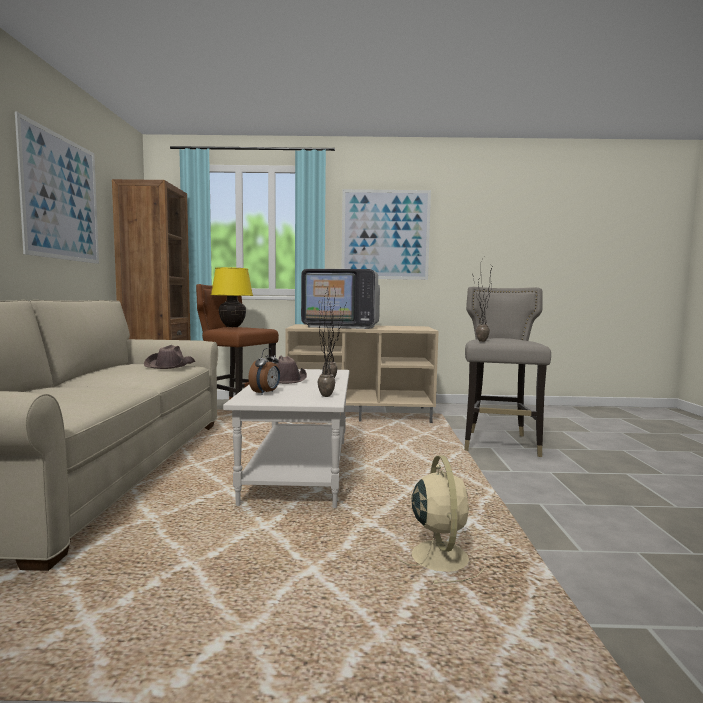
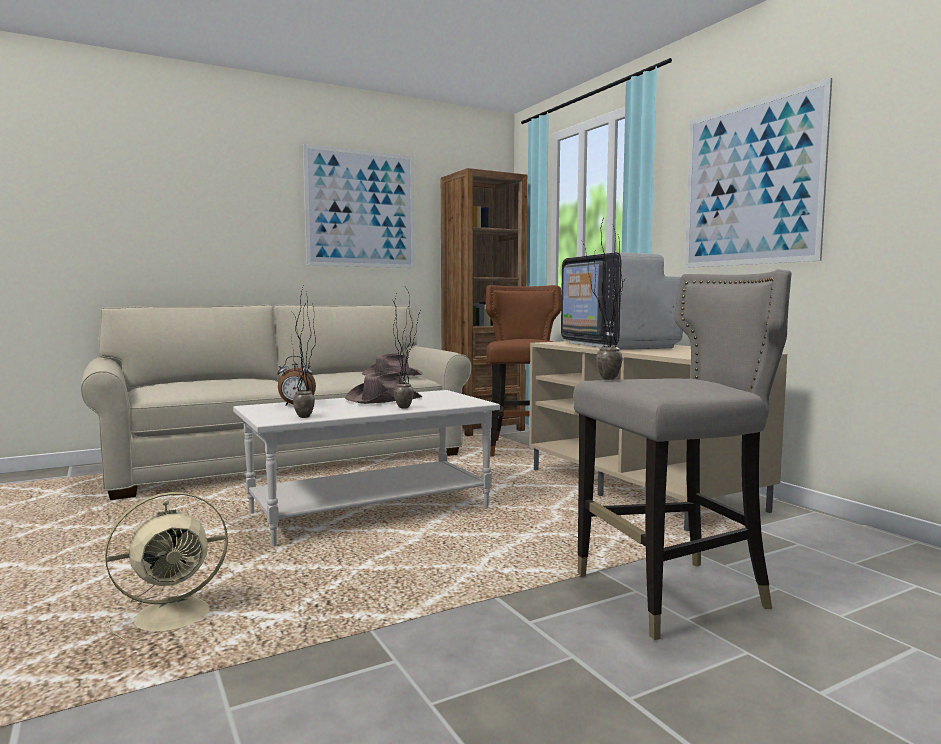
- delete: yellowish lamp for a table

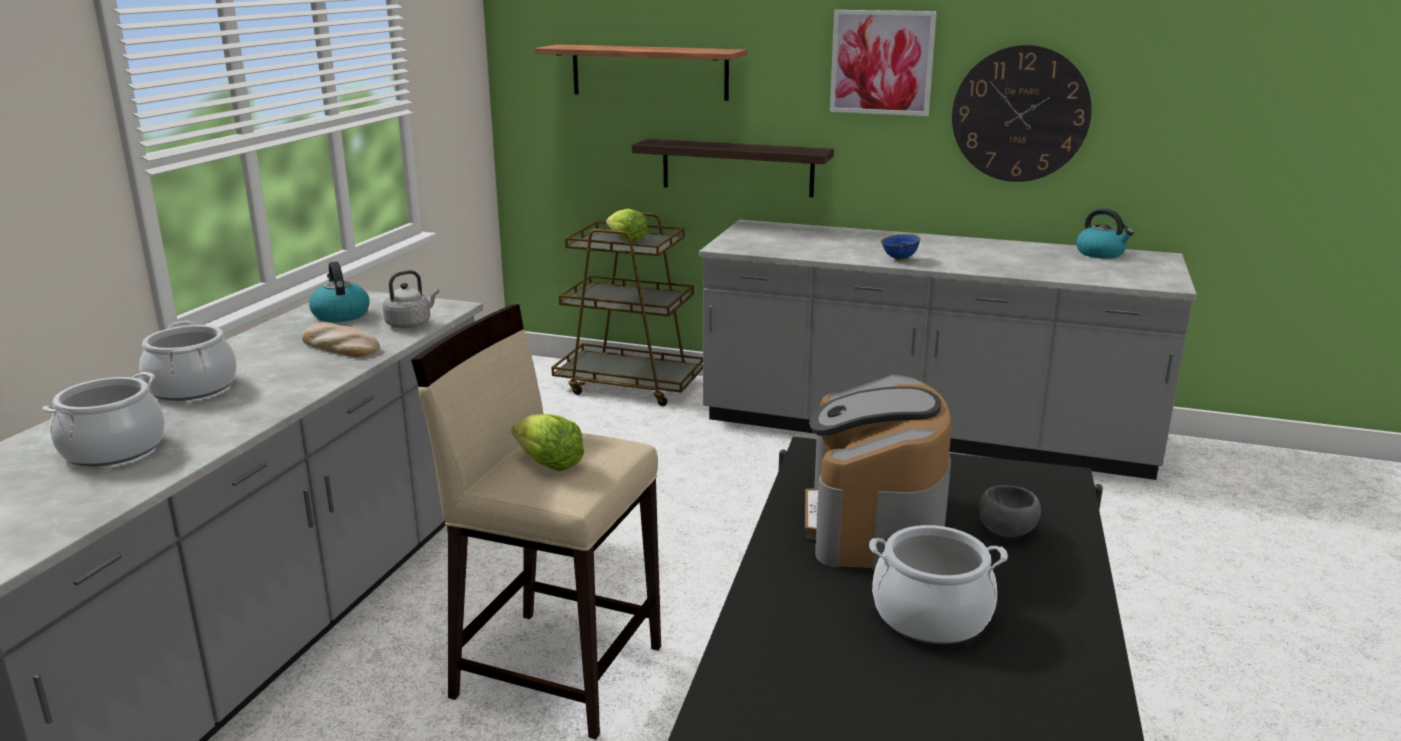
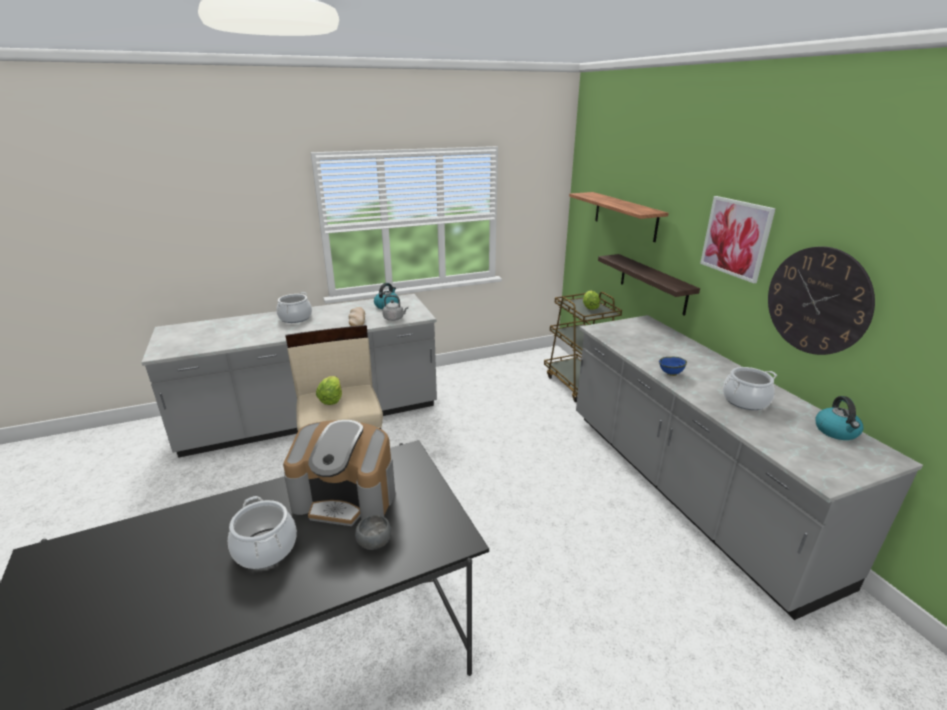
- move: saucepot (1st from left in the first image) to saucepot (3rd from left)
- rotate: coffee maker 135 degrees counterclockwise

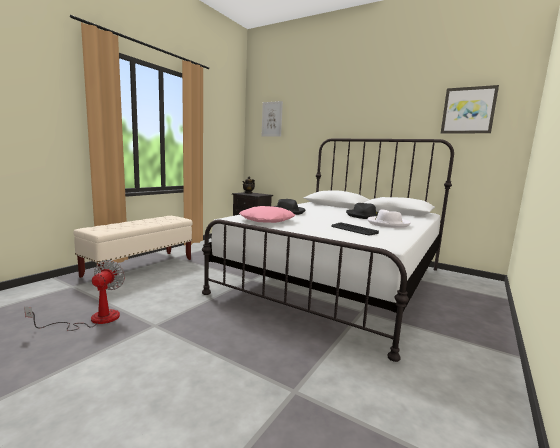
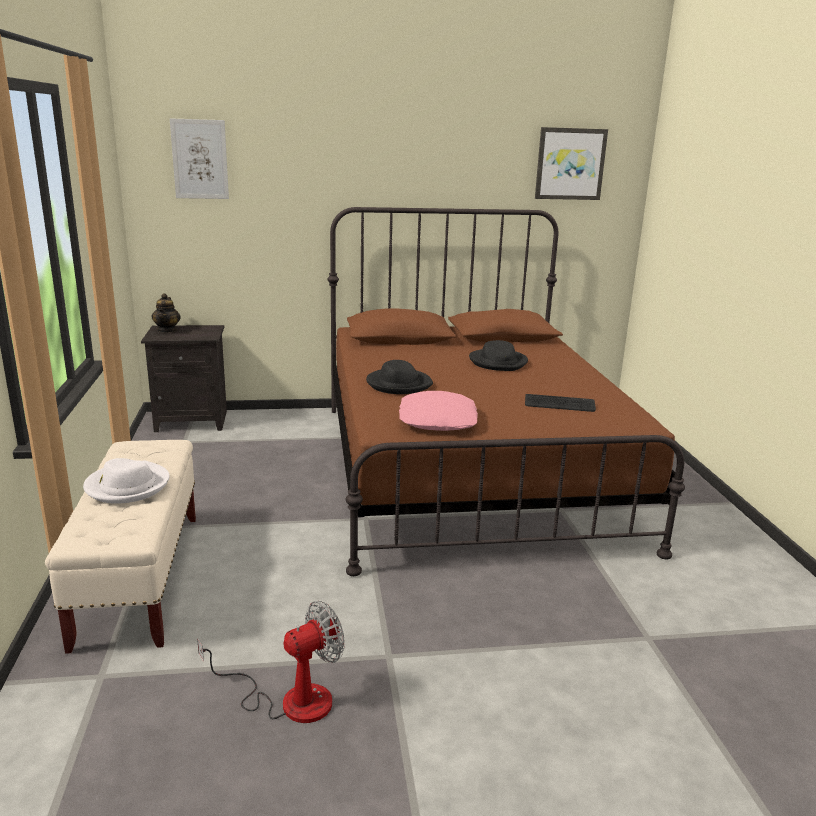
- move: white-coloured wearable hat
- recolor: white-coloured sleeping bed to brown sleeping bed
- rotate: cooling fan 90 degrees clockwise

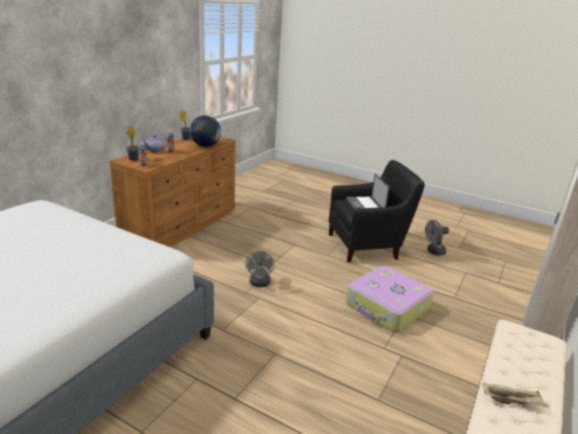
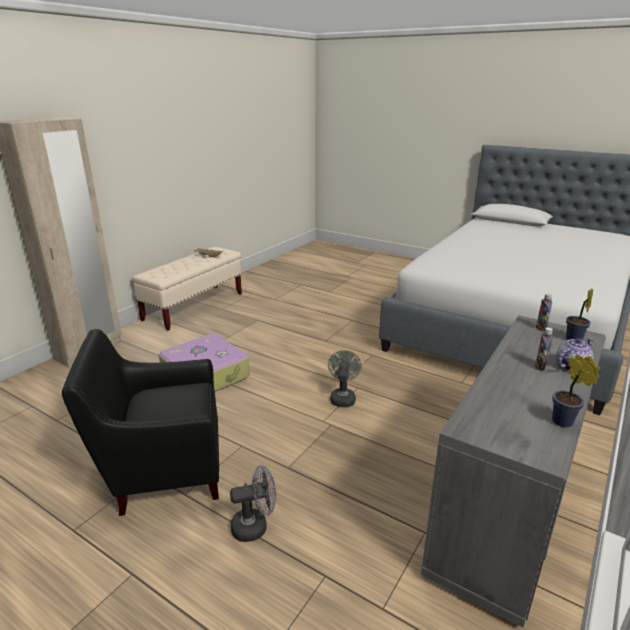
- delete: globe
- delete: notebook computer
- move: greyish cooling fan (2nd from left in the first image) to greyish cooling fan (1st from left)
- recolor: brown dresser to greyish dresser

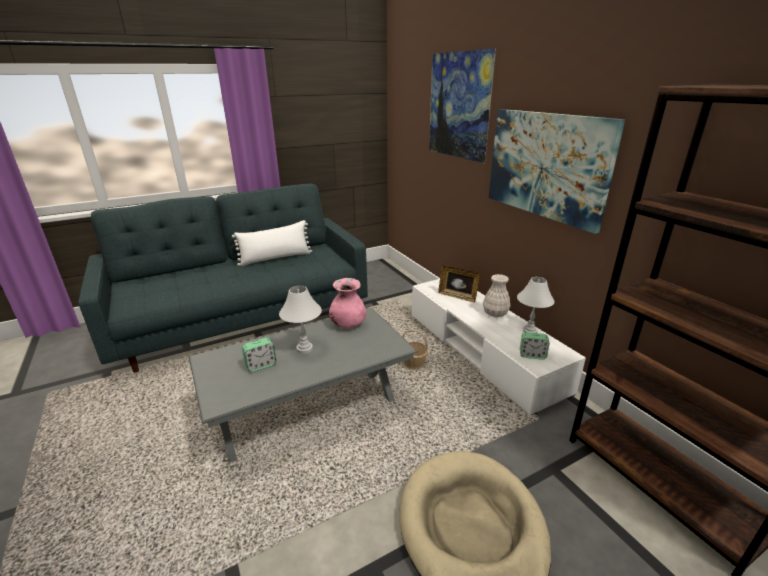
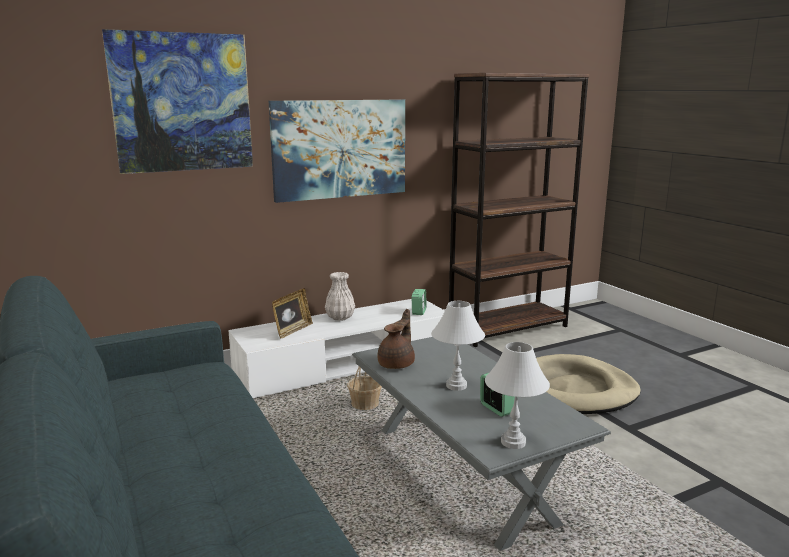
- delete: white-coloured pillow
- move: white-coloured lamp for a table (2nd from left)
- replace: pink-coloured decorative vase to brown tea pot

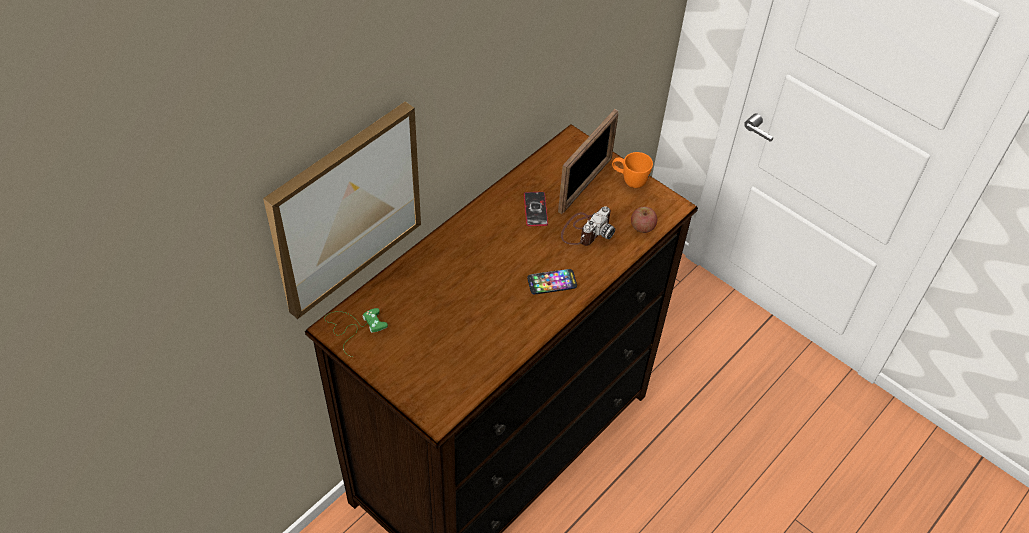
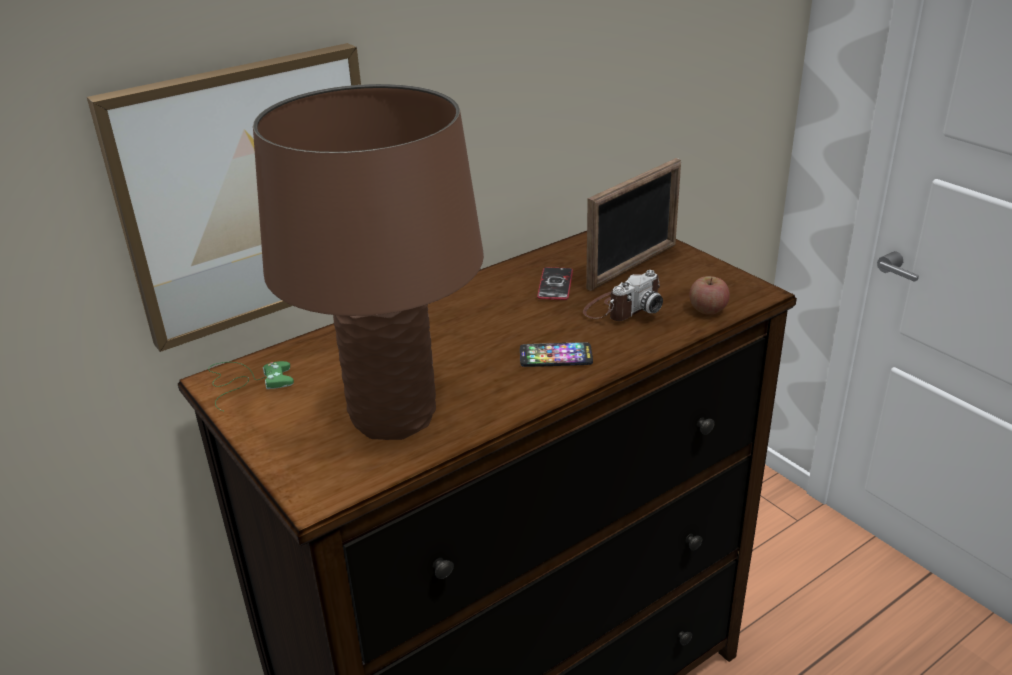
- delete: orange-coloured tea mug
- insert: brown lamp for a table

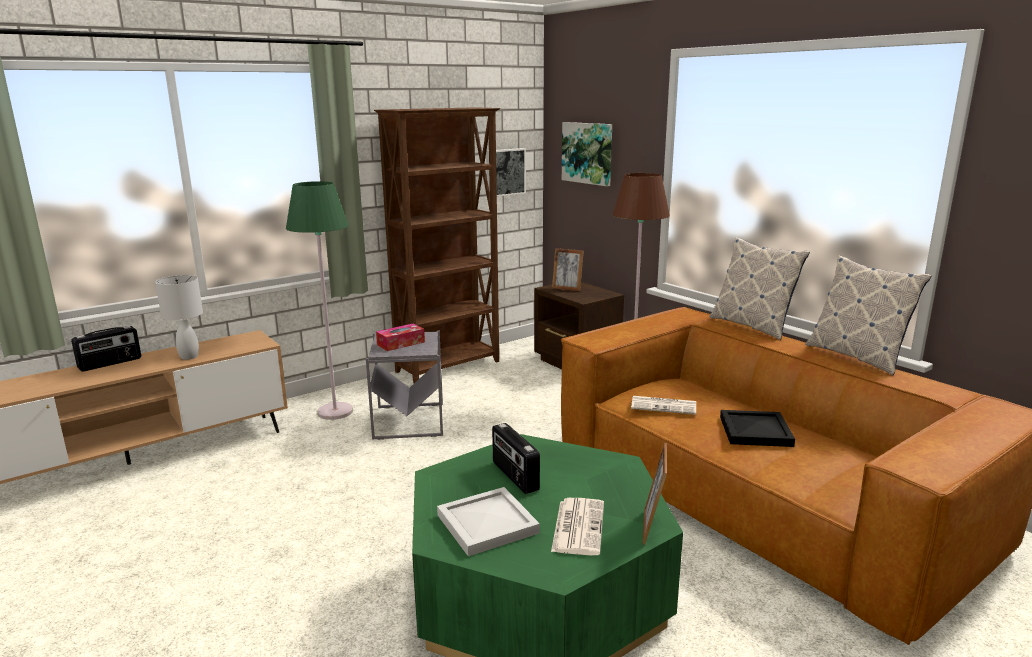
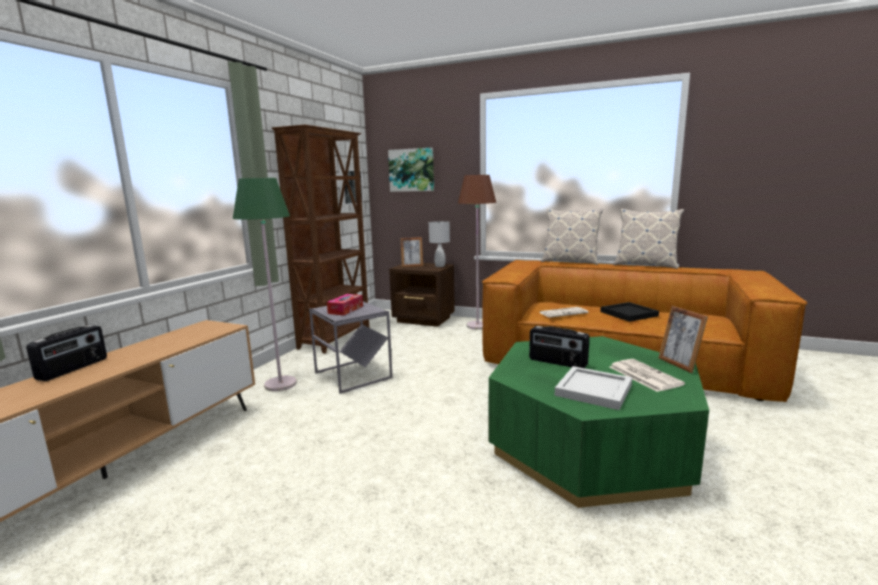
- move: white-coloured lamp for a table

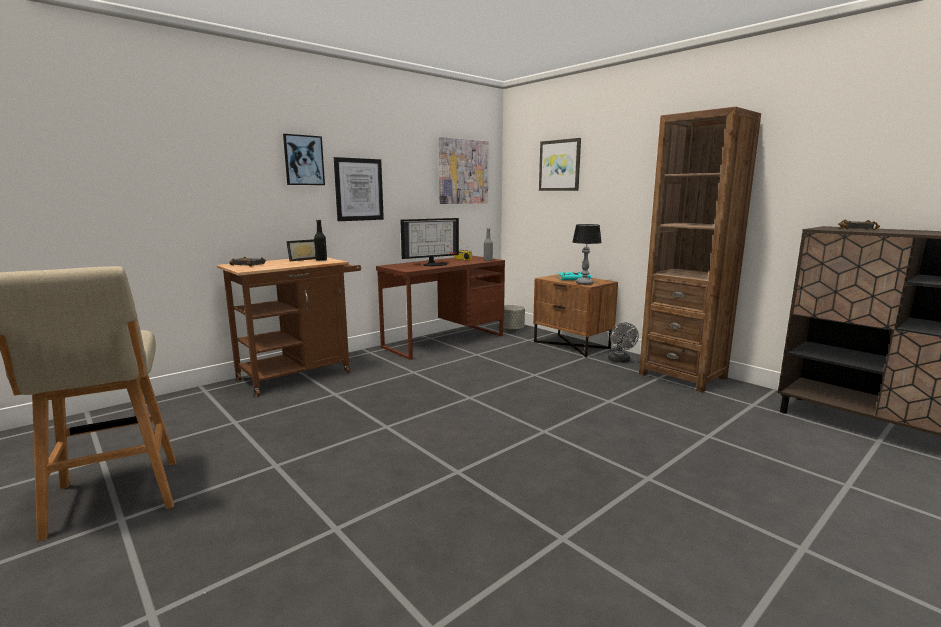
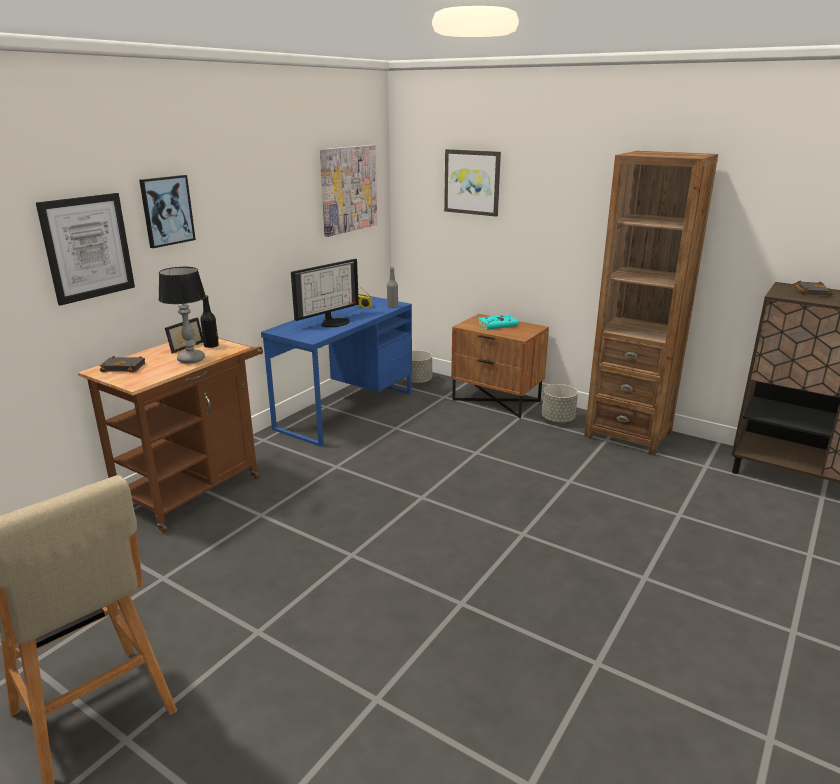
- move: wall picture (2nd from left in the first image) to wall picture (1st from left)
- move: lamp for a table
- replace: greyish cooling fan to greyish planter (2nd from left)
- recolor: brown desk to bluish desk

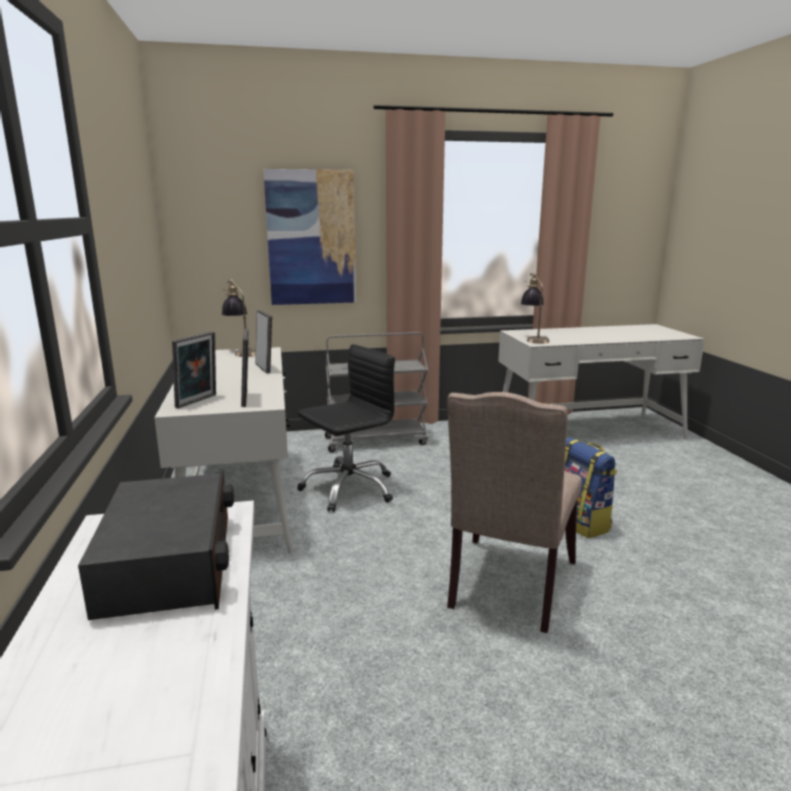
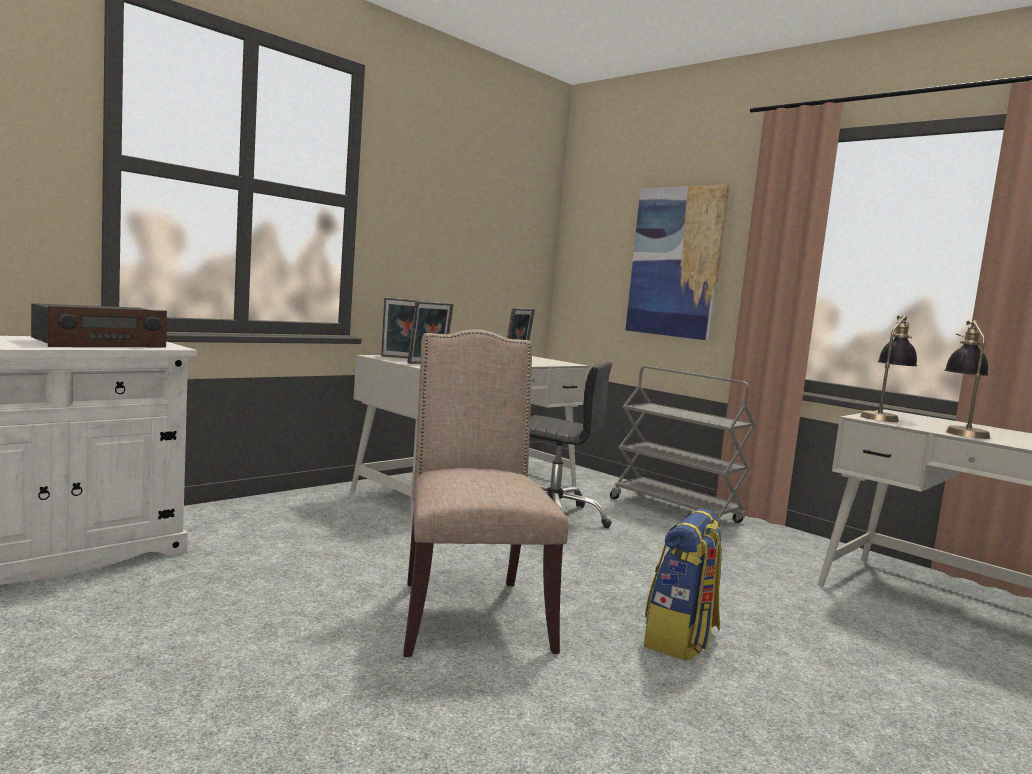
- move: lamp for a table (1st from left in the first image) to lamp for a table (2nd from left)
- rotate: beige-coloured plain chair 90 degrees clockwise

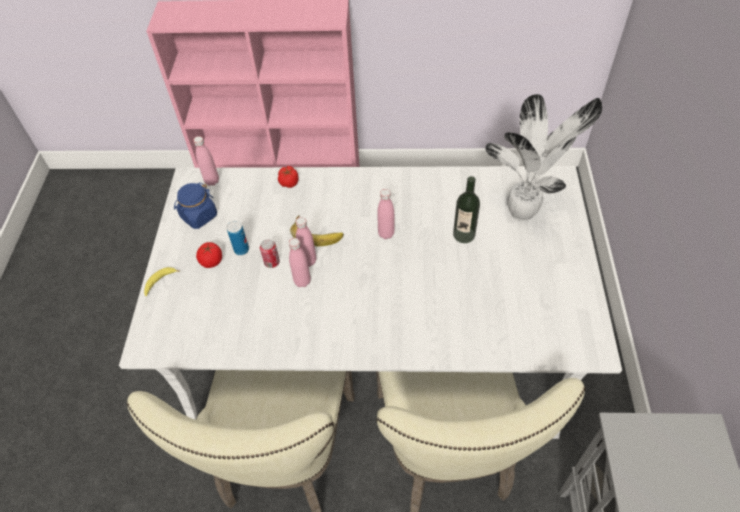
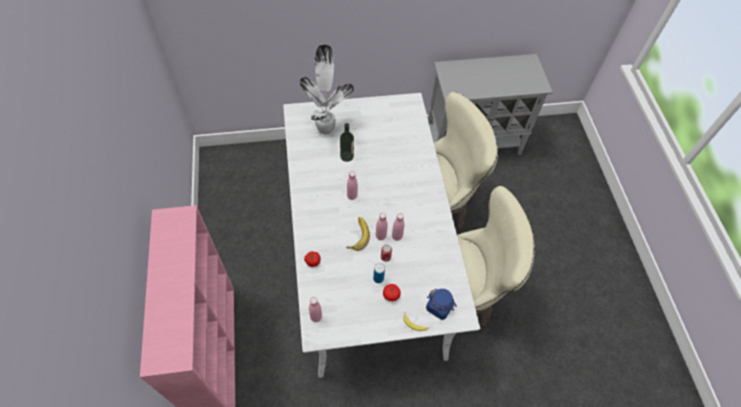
- move: bluish preserve jar

